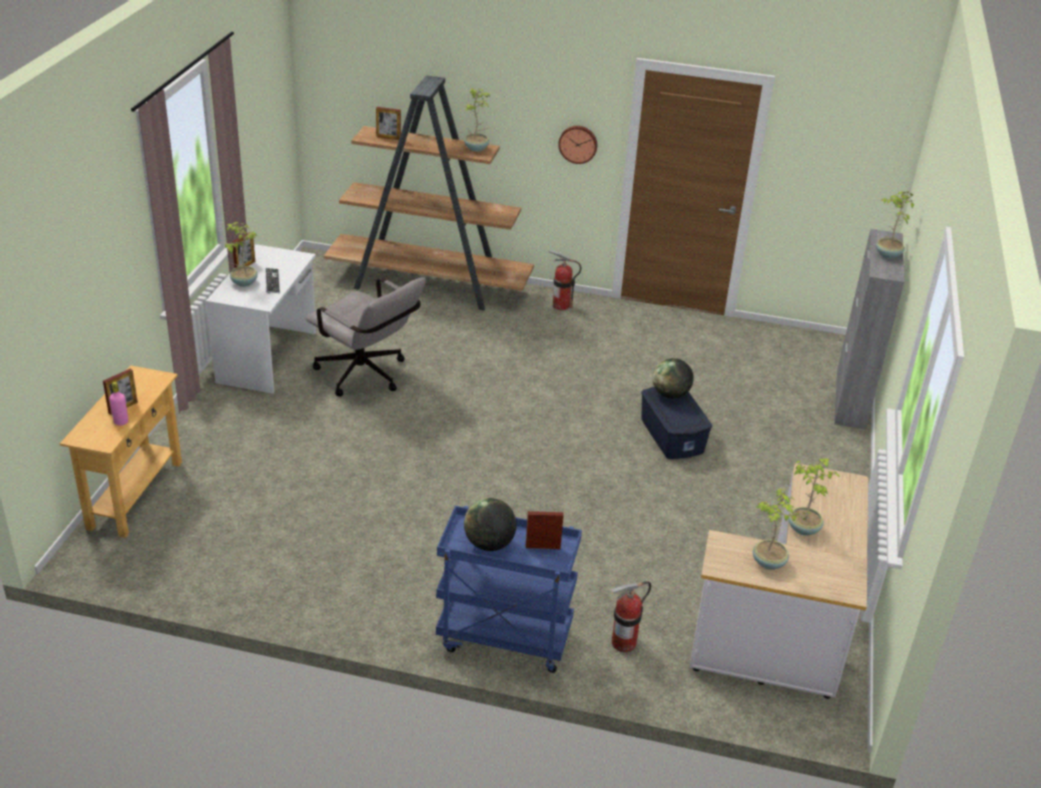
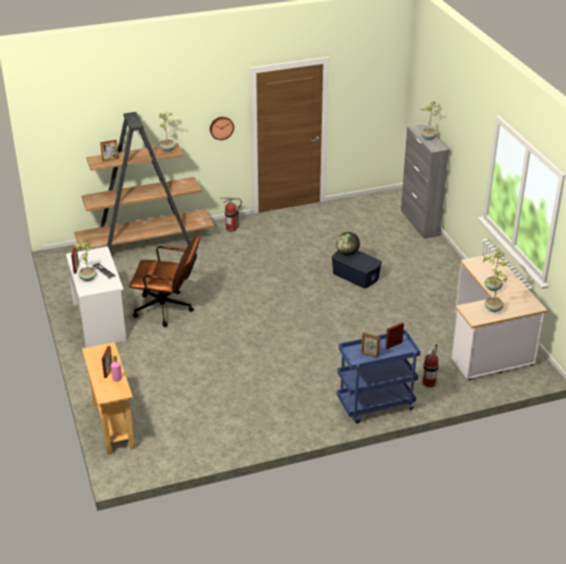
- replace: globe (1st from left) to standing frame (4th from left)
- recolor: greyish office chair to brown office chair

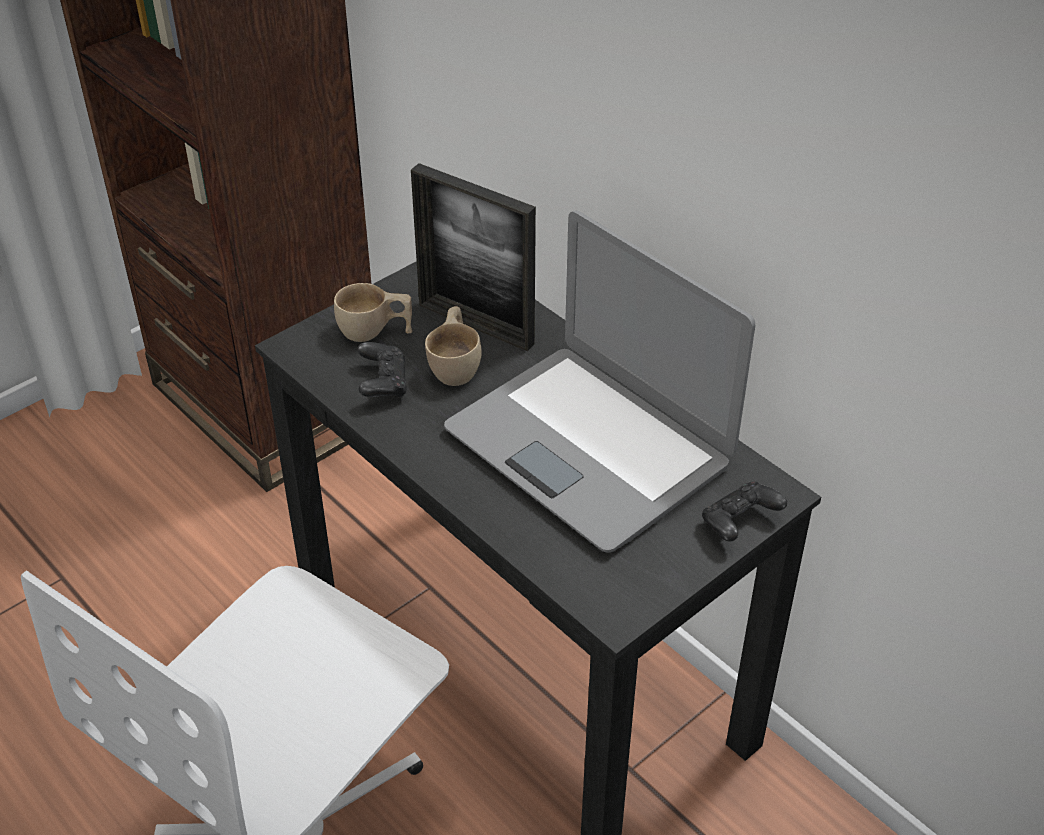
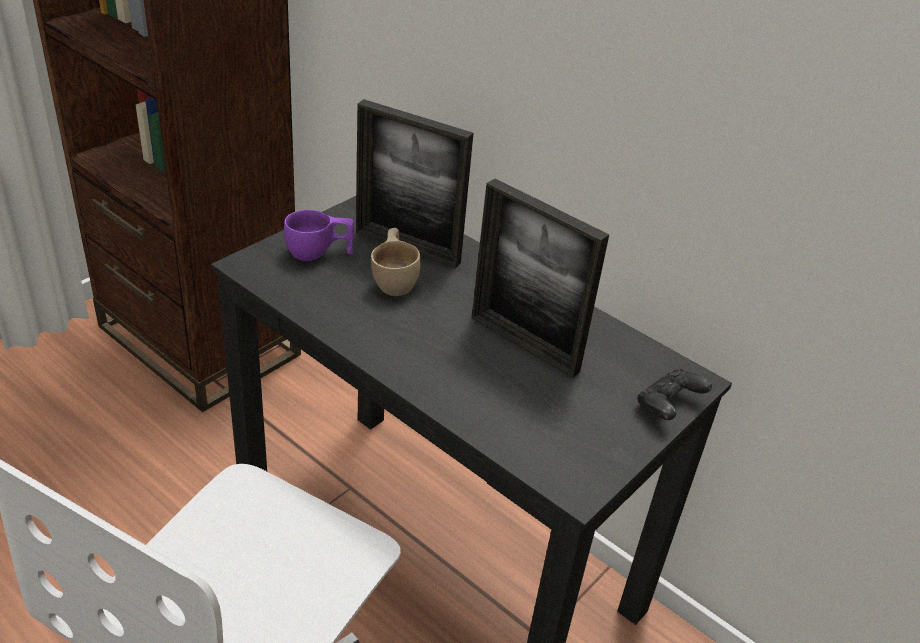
- delete: blackish gamepad (1st from left)
- replace: notebook computer to standing frame (2nd from left)
- recolor: beige-coloured drinking cup (1st from left) to purplish drinking cup

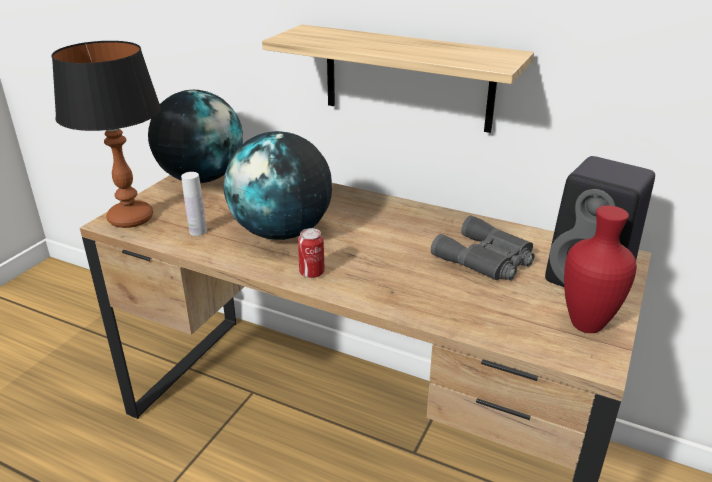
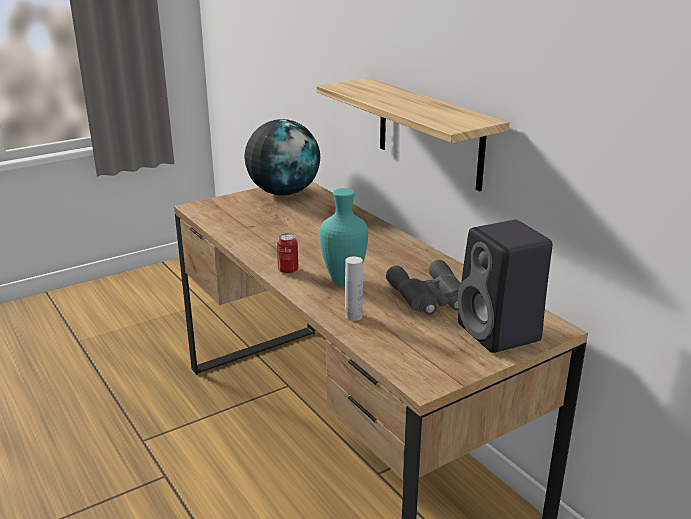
- delete: lamp for a table
- delete: globe (2nd from left)
- delete: red decorative vase
- insert: turquoise-coloured decorative vase
- move: white-coloured bottle

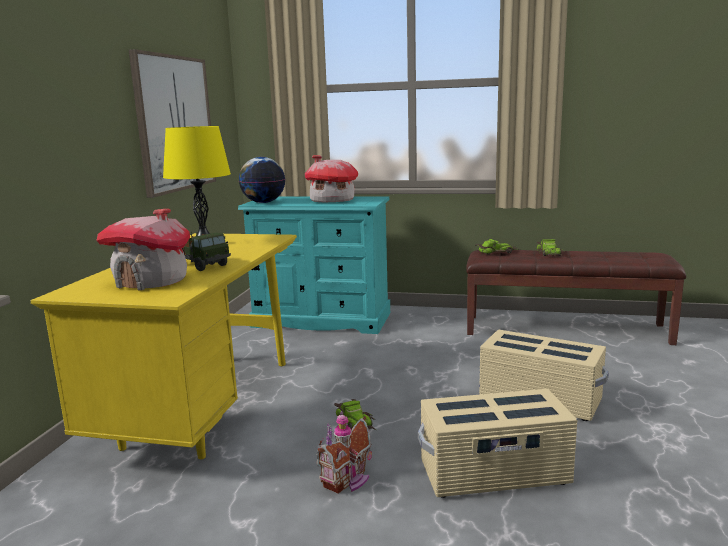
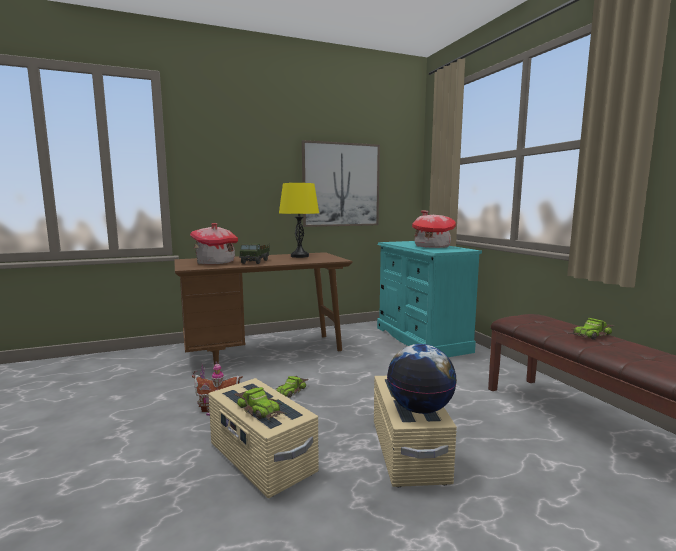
- move: globe
- move: model car (2nd from left in the first image) to model car (1st from left)
- recolor: yellowish desk to brown desk

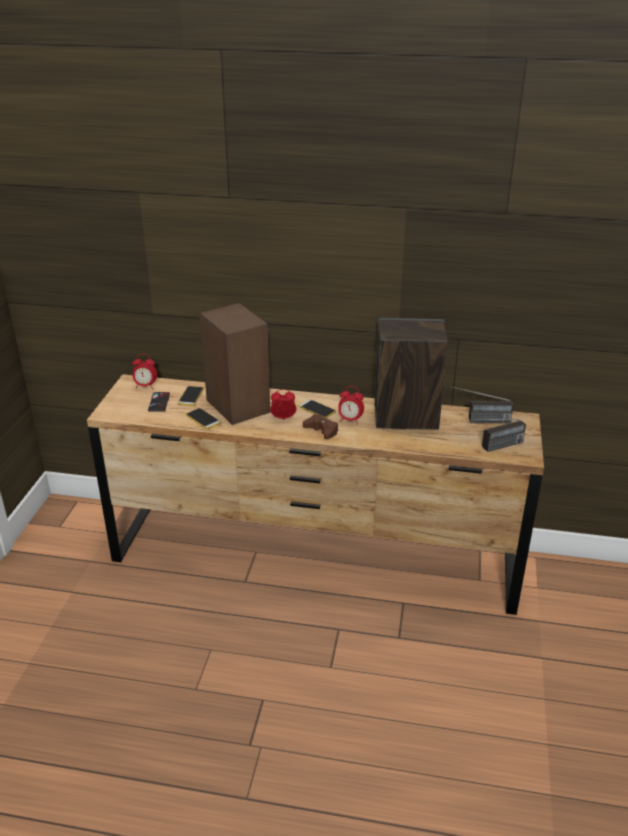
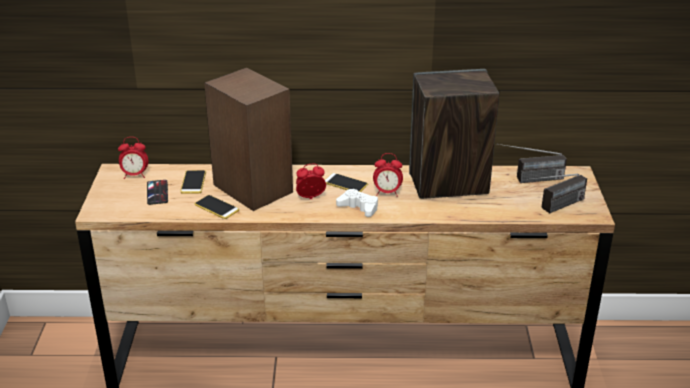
- recolor: brown gamepad to white-coloured gamepad

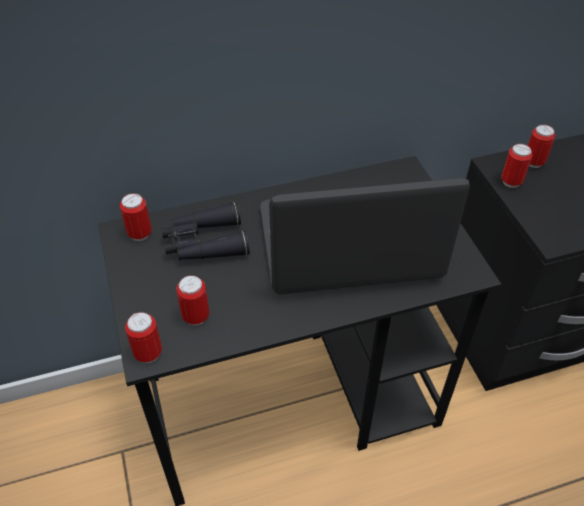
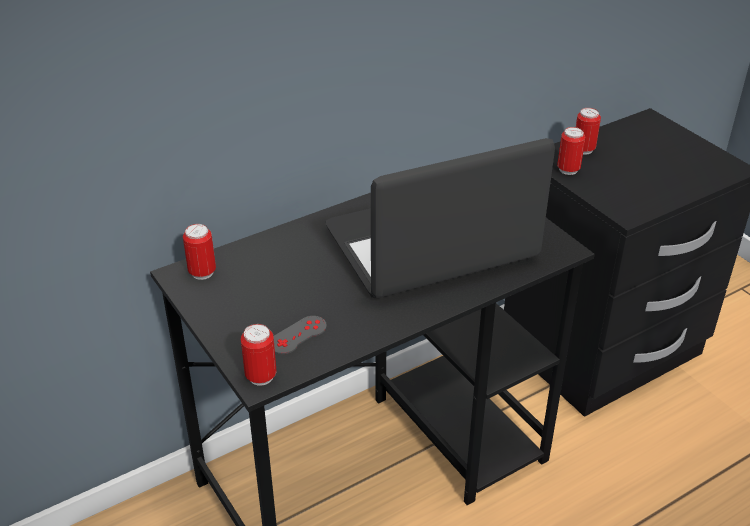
- delete: blackish pair of binoculars
- replace: sealed can (3rd from left) to greyish gamepad

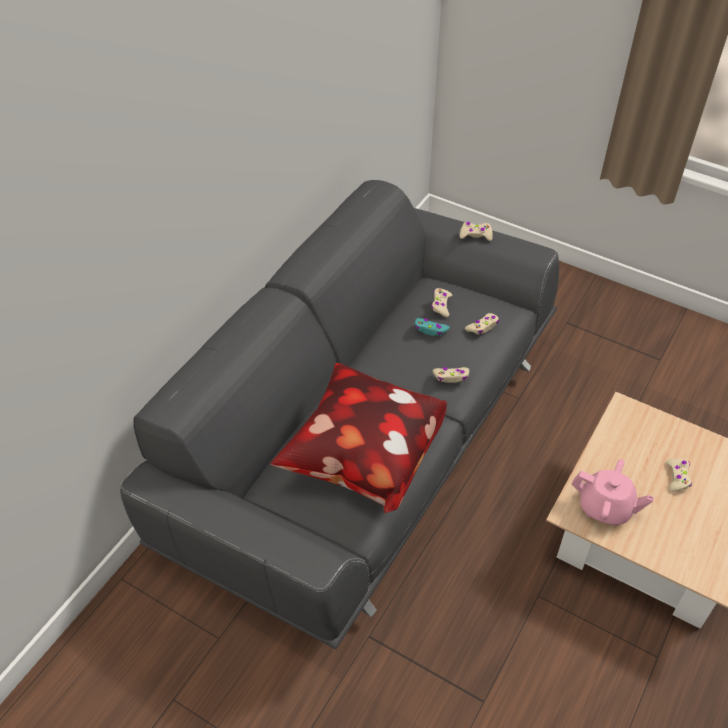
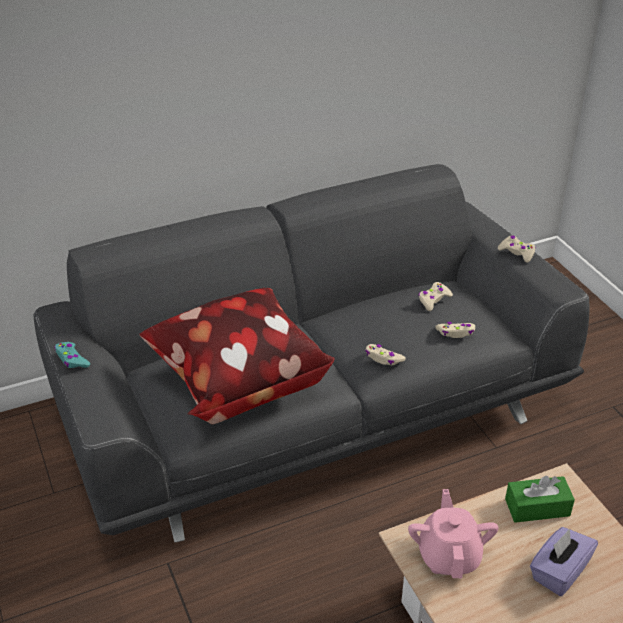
- insert: greenish tissue holder
- move: turquoise-coloured gamepad
- replace: beige-coloured gamepad (5th from left) to purplish tissue holder
- rotate: pink-coloured tea pot 150 degrees counterclockwise

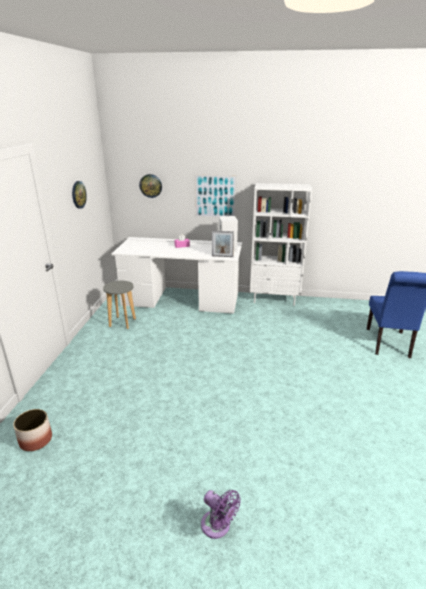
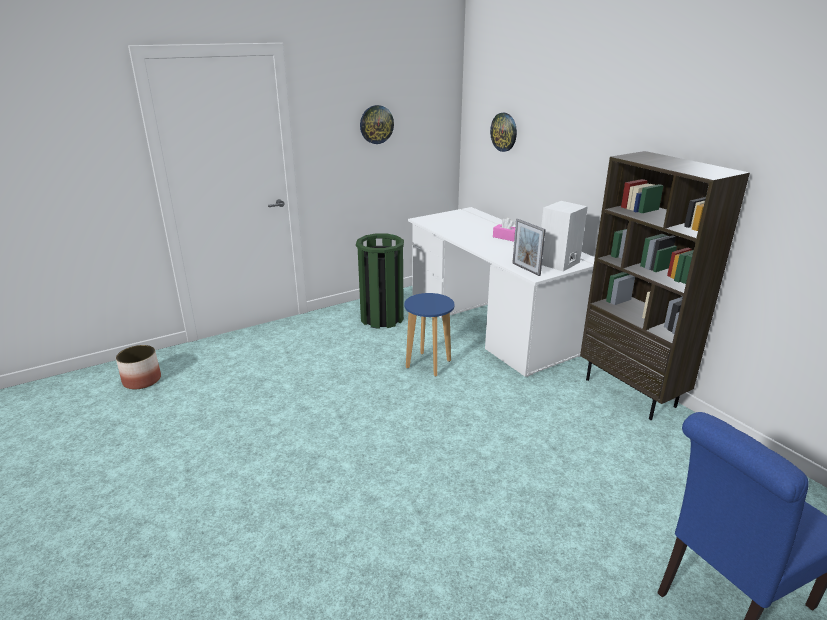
- delete: wall picture
- delete: purplish cooling fan
- insert: bluish stool
- replace: greyish stool to greenish trash can
- recolor: white-coloured shelving unit to brown shelving unit

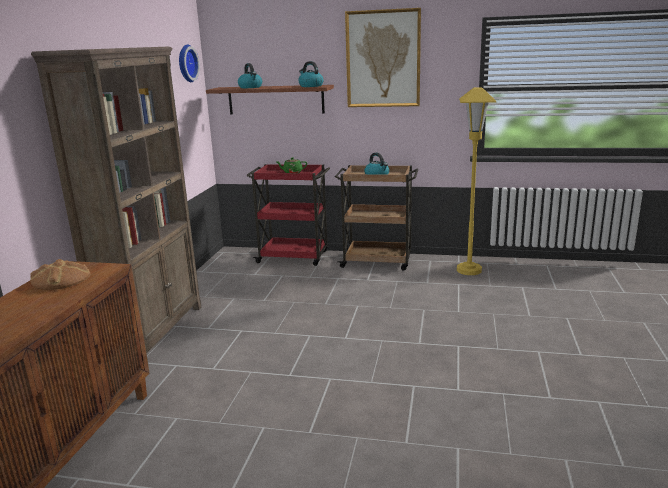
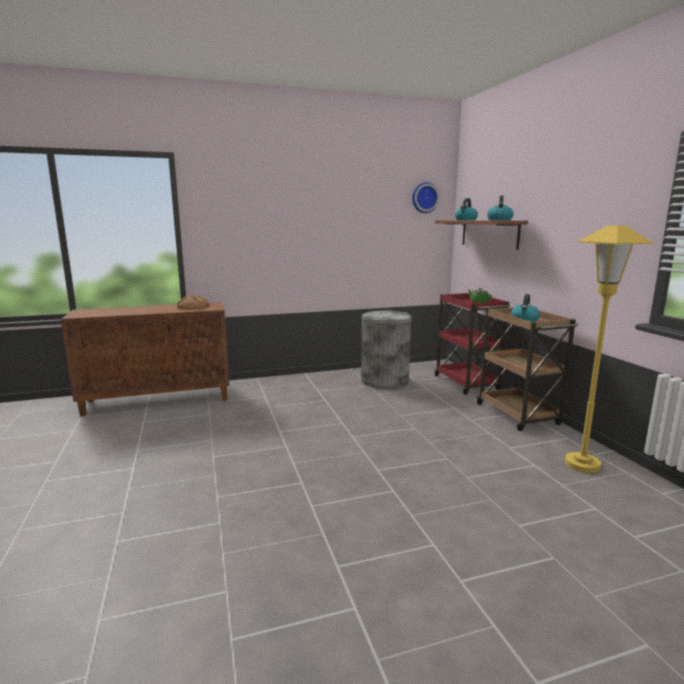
- delete: brown shelving unit
- delete: wall picture
- insert: greyish trash can

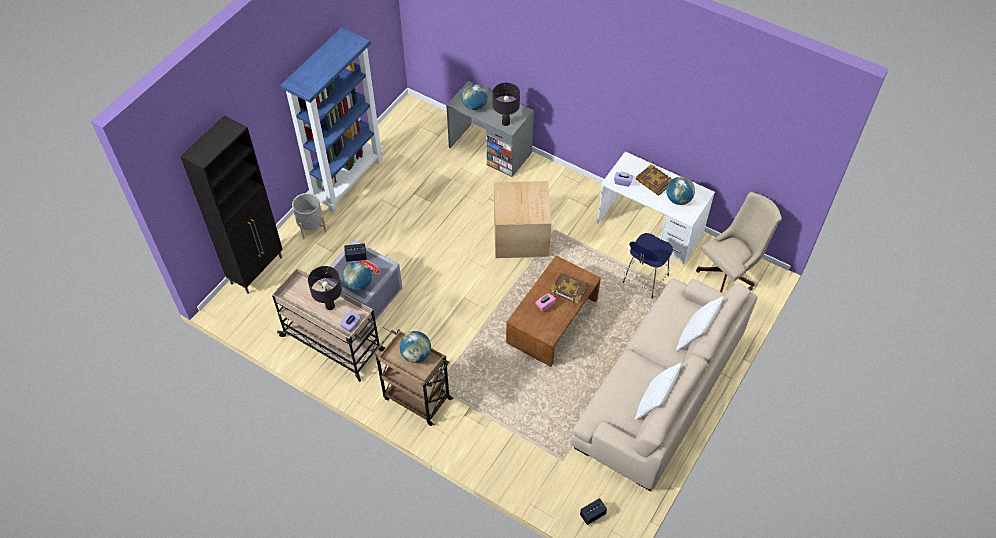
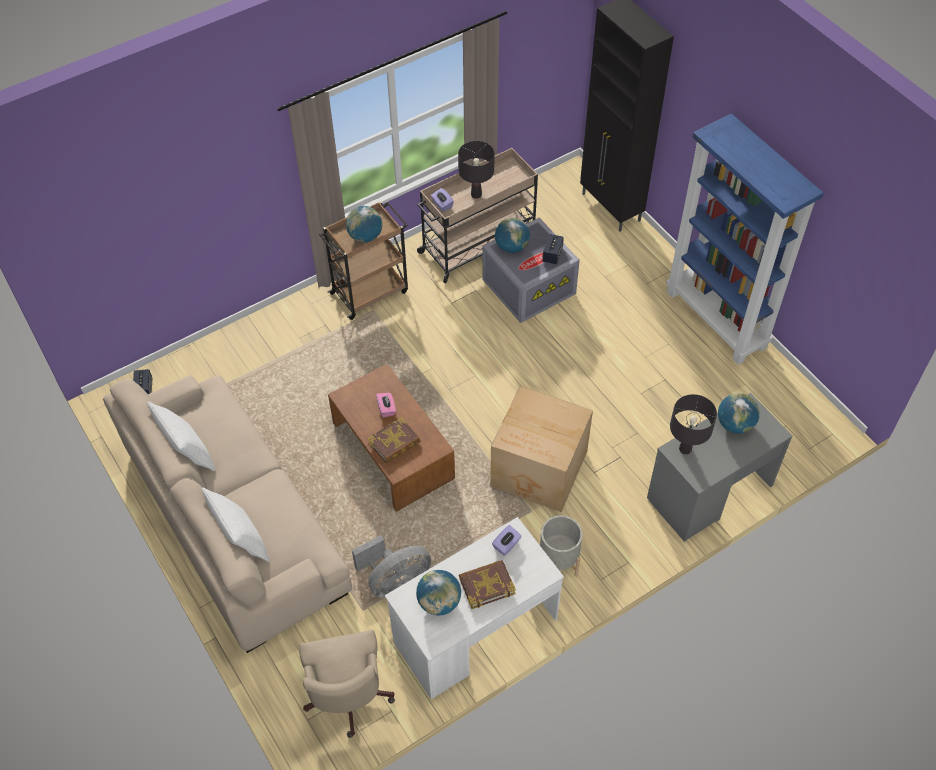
- move: greyish planter
- replace: bluish stool to greyish cooling fan

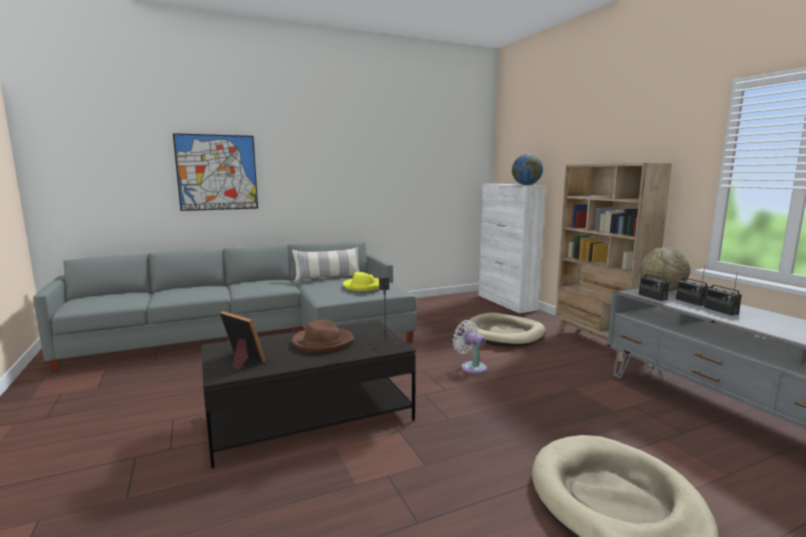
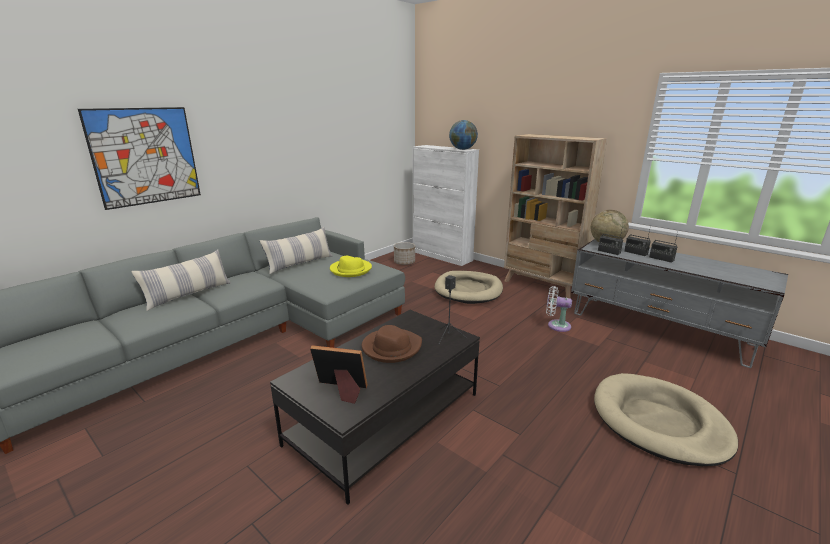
- insert: pillow (1st from left)
- insert: planter
- move: white-coloured cooling fan

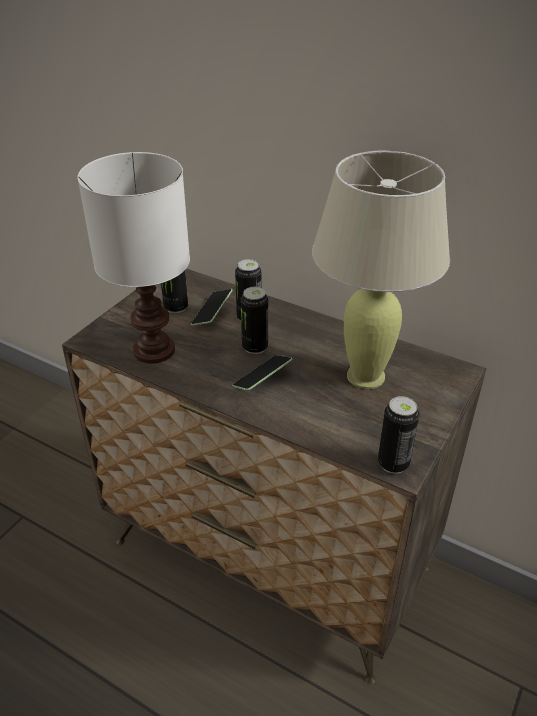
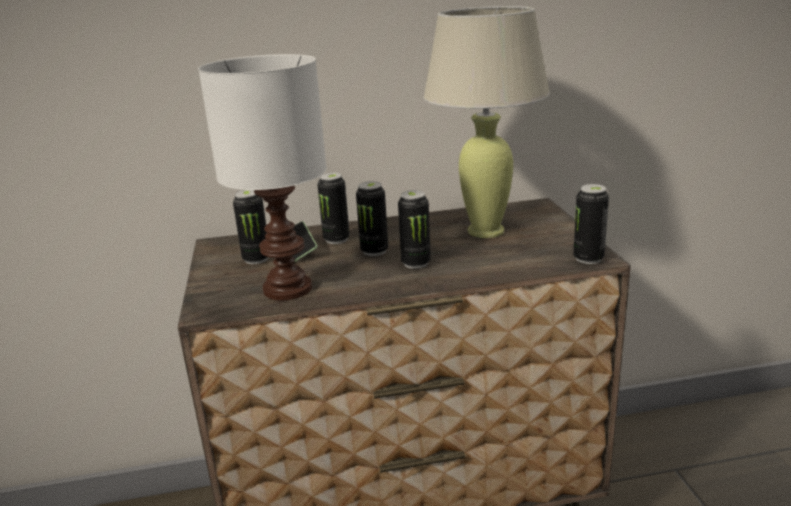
- replace: handset (2nd from left) to sealed can (4th from left)

